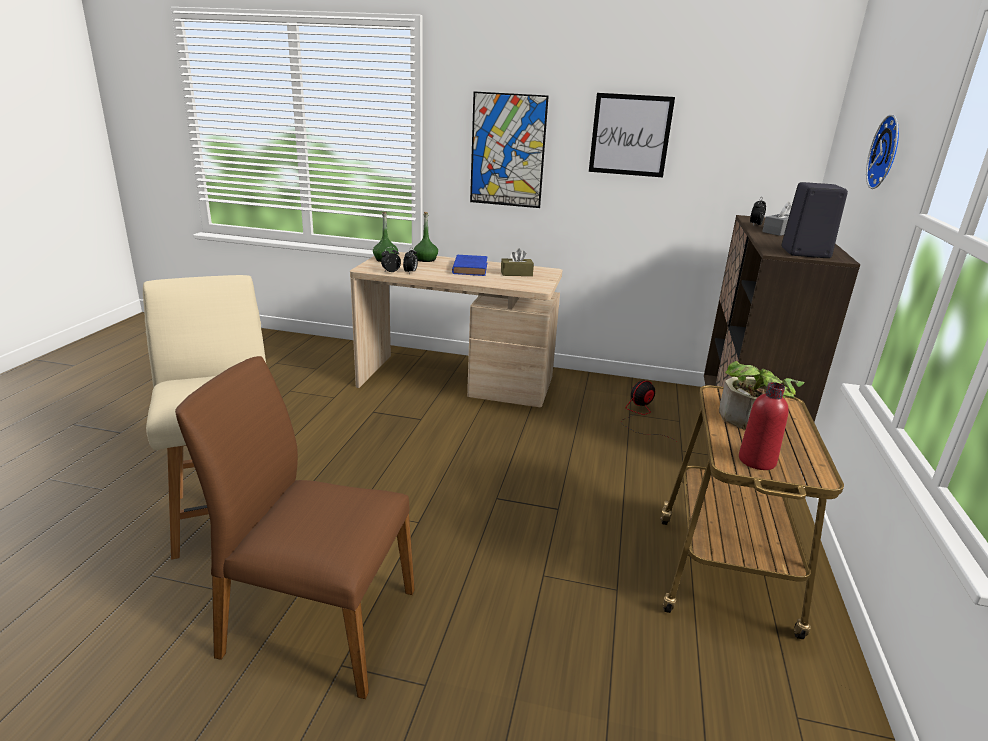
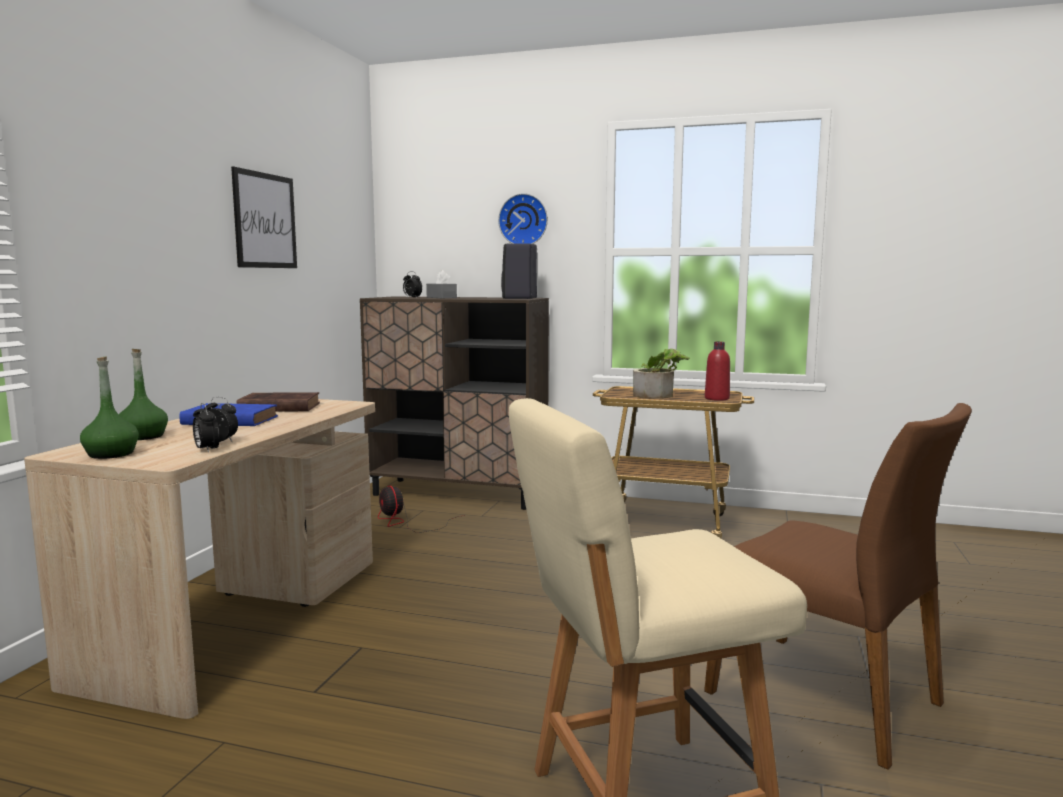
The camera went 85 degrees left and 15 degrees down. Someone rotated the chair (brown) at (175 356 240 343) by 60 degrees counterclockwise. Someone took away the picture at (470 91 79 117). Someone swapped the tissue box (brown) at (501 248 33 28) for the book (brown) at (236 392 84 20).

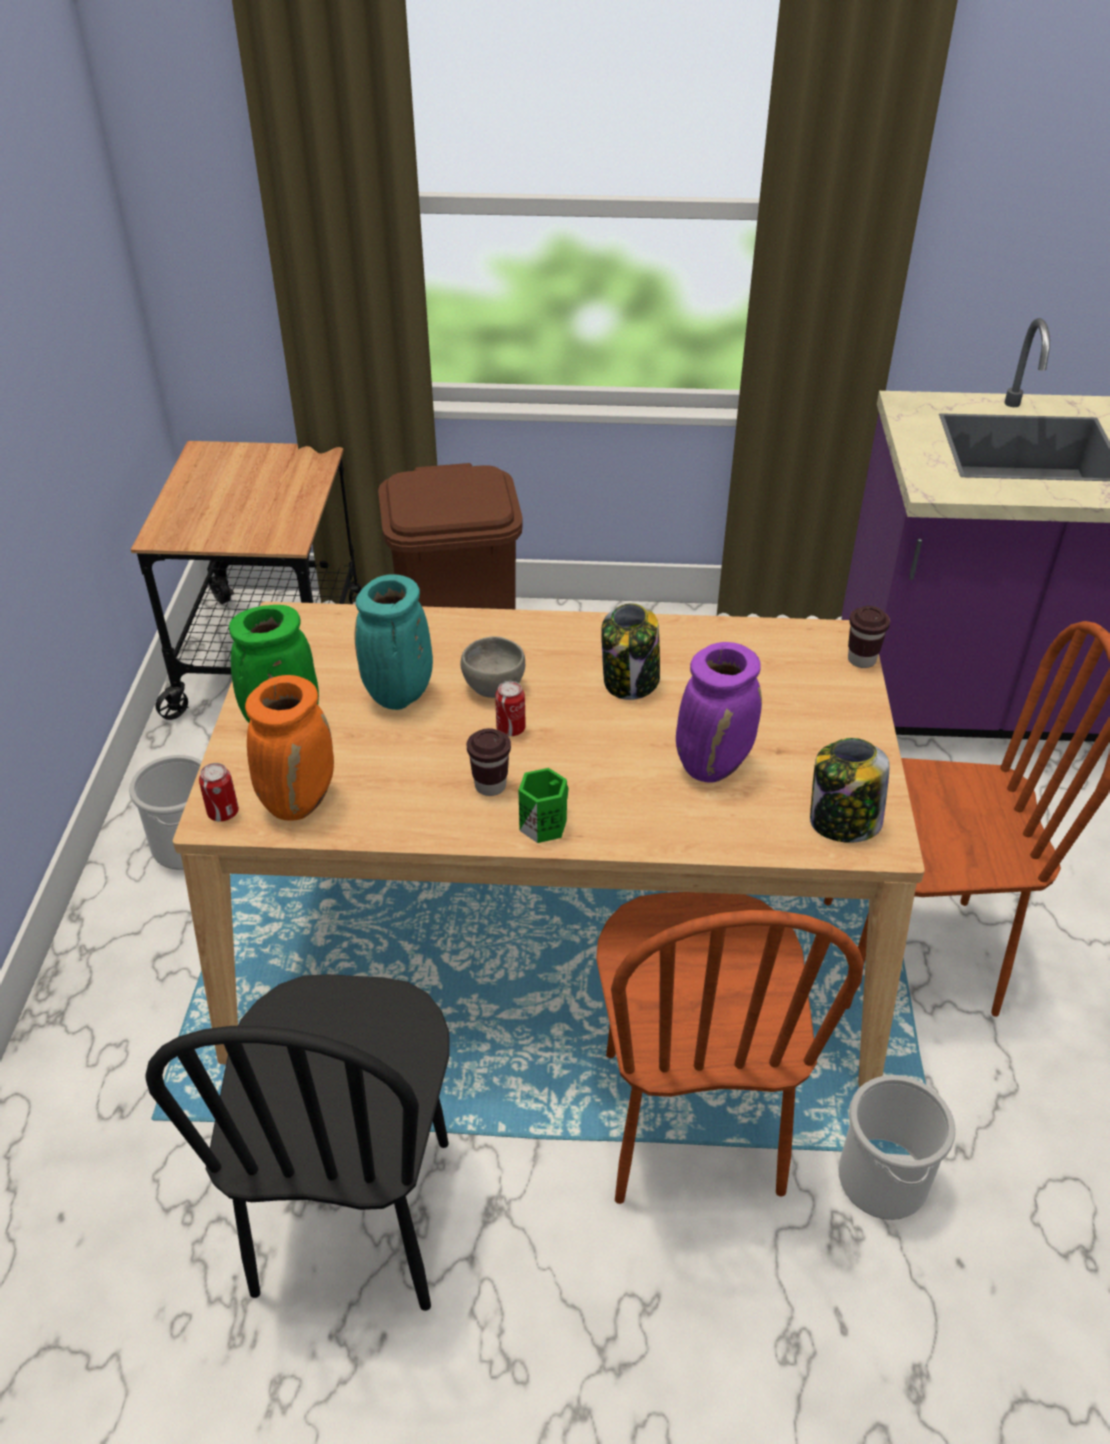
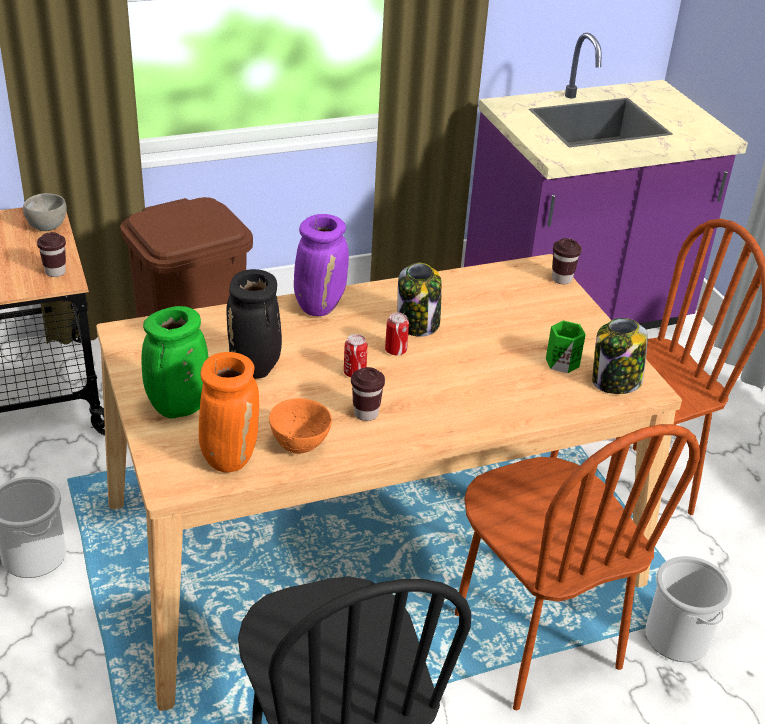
The camera went 25 degrees left and 5 degrees down. Someone carried the can from (199 763 40 59) to (385 313 24 42). Someone repainted the vase (turquoise) at (354 574 79 136), which became the vase (black) at (227 269 55 110). Someone carried the bowl (grey) from (460 636 65 62) to (23 193 44 38). Someone carried the mug (green) from (518 768 50 75) to (546 320 40 53). Someone carried the vase (purple) from (676 642 86 141) to (294 214 55 102). Someone put down the cup (brown) at (37 232 29 45). Someone put down the bowl (orange) at (269 398 63 56).

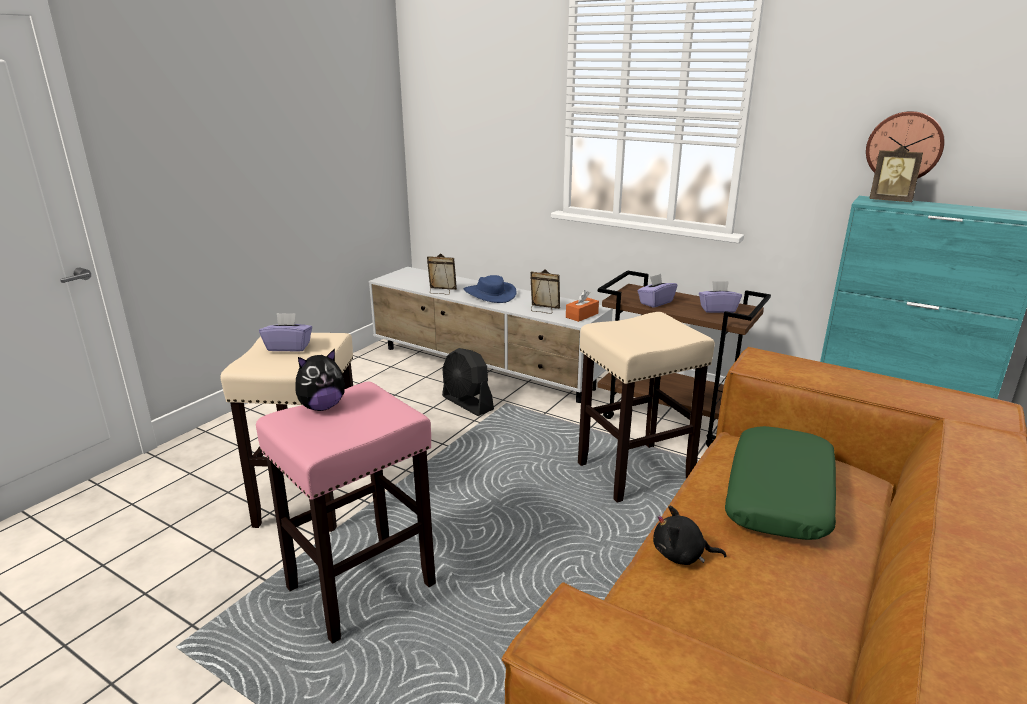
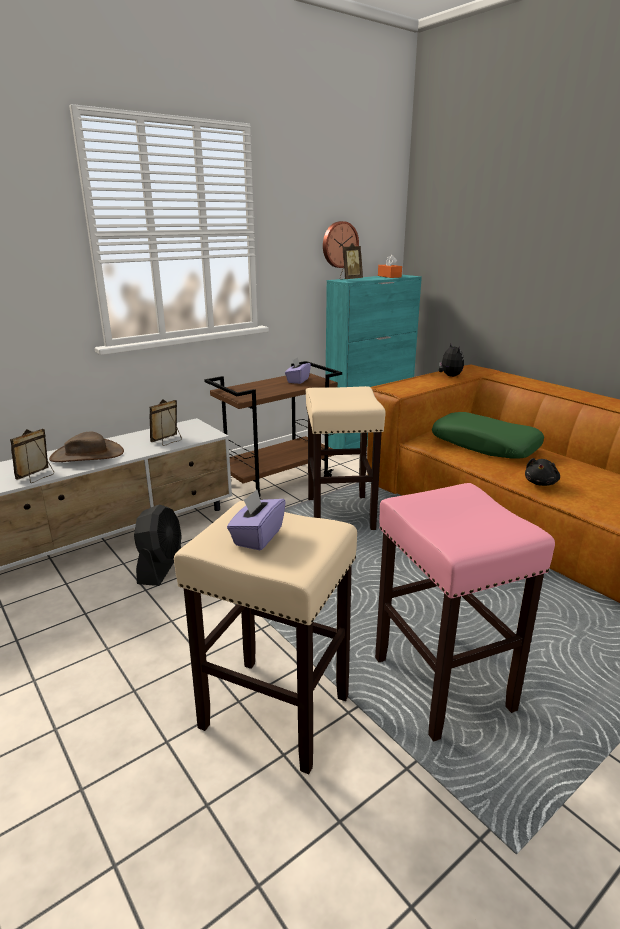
The camera went 70 degrees left and 0 degrees up. Someone carried the plush toy from (295 349 50 62) to (439 343 25 34). Someone rotated the fan (black) at (442 348 52 68) by 60 degrees counterclockwise. Someone repainted the hat (blue) at (464 275 53 28), which became the hat (brown) at (49 431 75 31). Someone carried the tissue box (orange) from (566 290 33 32) to (378 255 24 23). Someone took away the tissue box (purple) at (638 274 39 34).

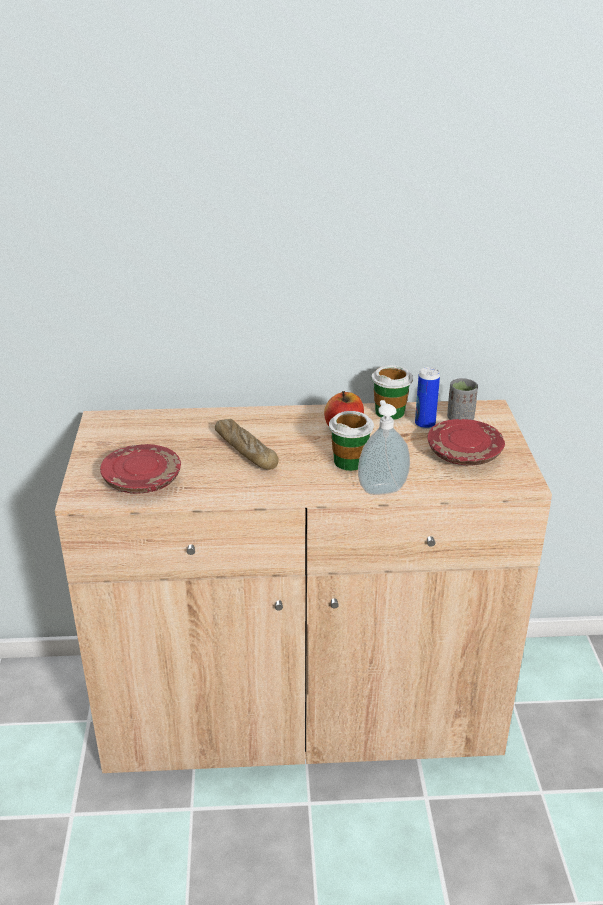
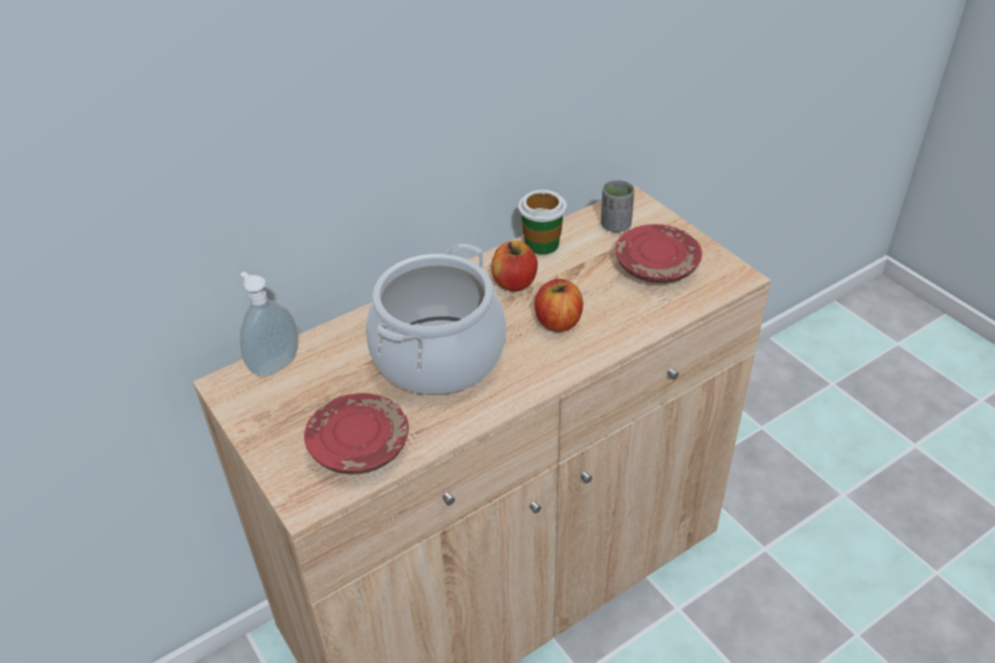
The camera went 30 degrees left and 10 degrees up. Someone swapped the bread at (215 419 64 51) for the cooking pot at (366 244 140 151). Someone swapped the cup at (329 411 45 60) for the apple at (534 279 49 53). Someone carried the soap dispenser from (358 400 52 95) to (240 272 58 105). Someone took away the can at (415 367 25 62).

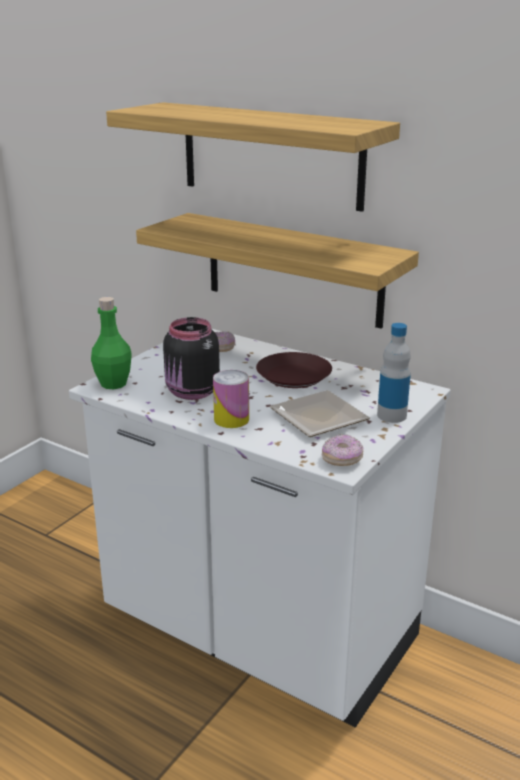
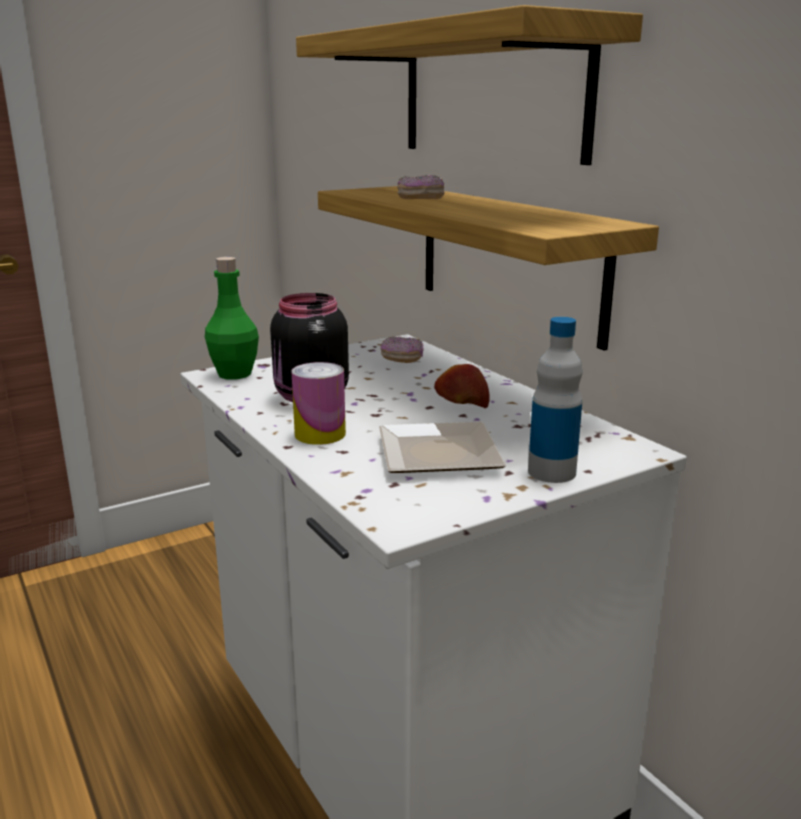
The camera went 25 degrees right and 5 degrees down. Someone swapped the plate (brown) at (256 352 76 36) for the apple at (434 364 56 44). Someone carried the donut from (322 434 42 32) to (397 175 48 24).

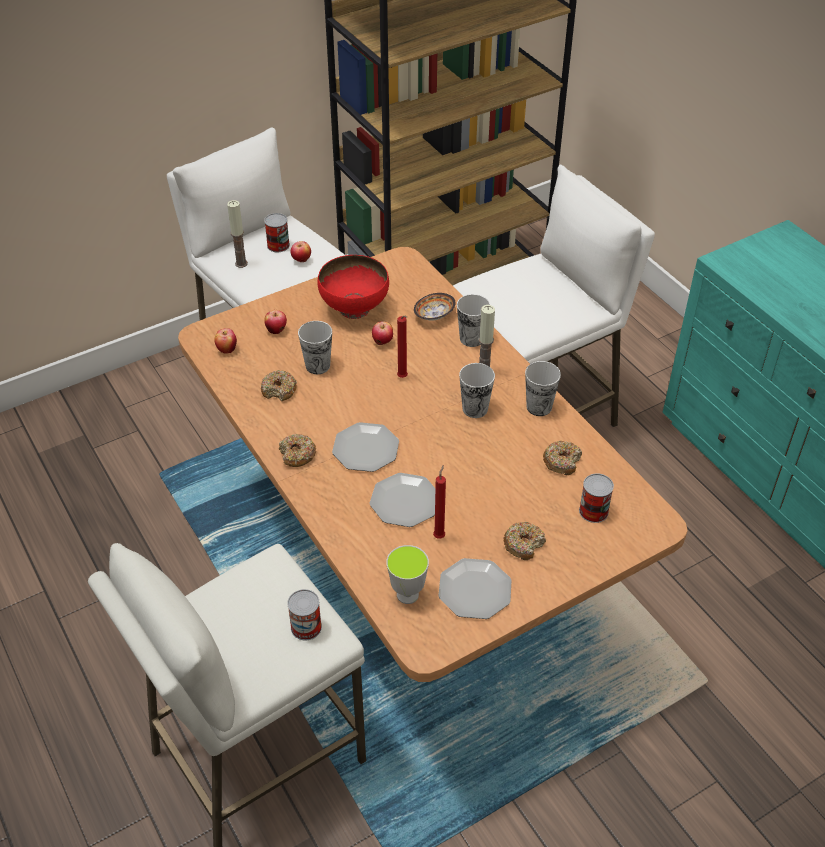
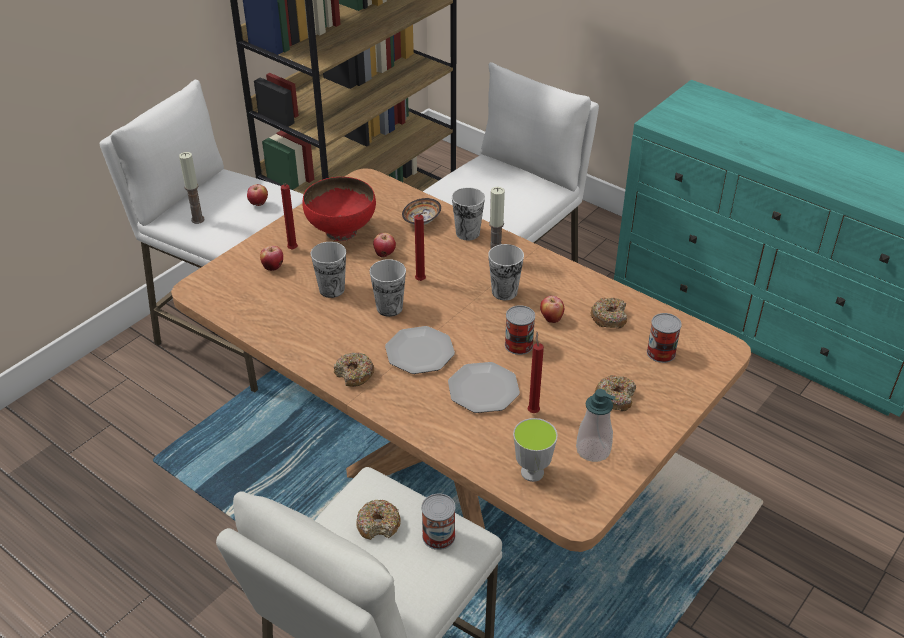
The camera went 20 degrees left and 5 degrees down. Someone carried the apple from (214 328 23 26) to (540 296 24 27). Someone carried the donut from (261 370 36 31) to (357 500 44 40). Someone carried the can from (264 213 26 39) to (505 305 30 50). Someone swapped the plate at (438 558 74 61) for the soap dispenser at (576 389 39 73). Someone carried the cup from (525 361 36 55) to (370 259 36 58). Someone put down the candle (red) at (281 183 17 67).

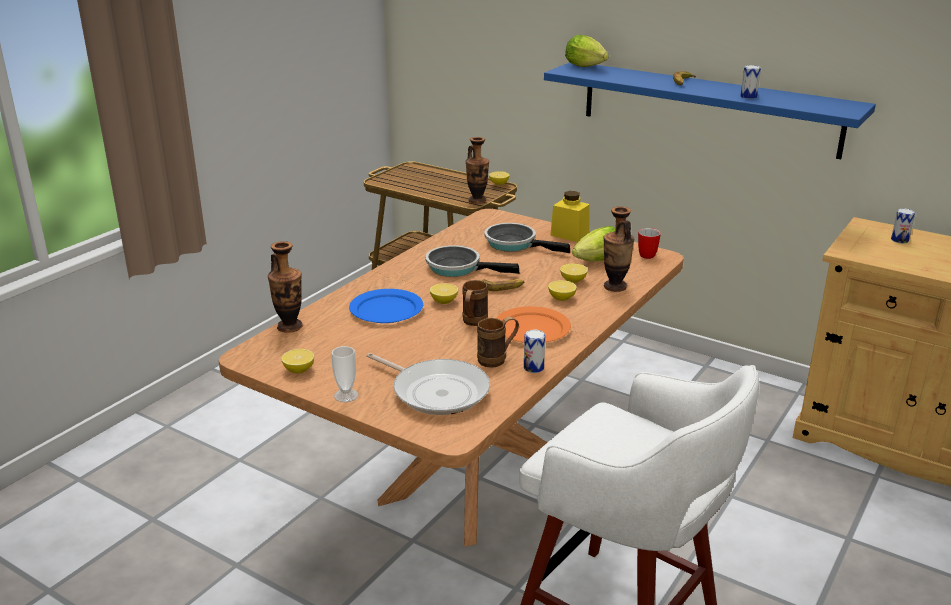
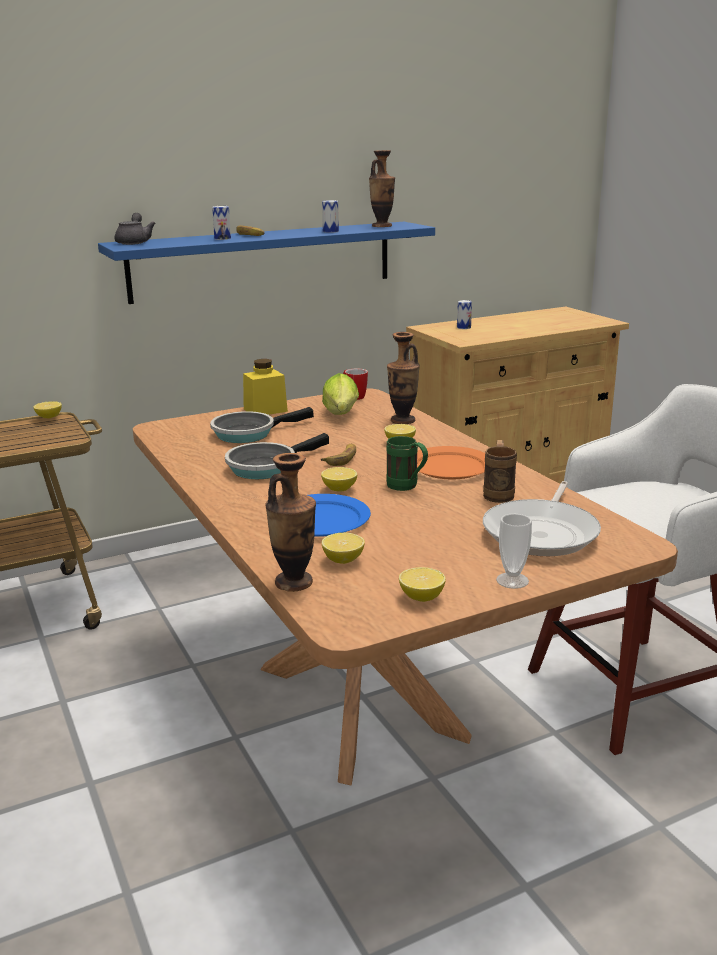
The camera went 60 degrees left and 5 degrees down. Someone rotated the frying pan at (366 353 124 62) by 135 degrees clockwise. Someone repainted the mug (brown) at (463 280 25 46), which became the mug (green) at (386 436 42 55). Someone carried the vase from (466 137 23 67) to (369 150 26 77). Someone carried the can from (524 330 21 43) to (212 206 19 34). Someone carried the lemon from (560 264 28 19) to (322 532 43 32). Someone swapped the lettuce at (565 35 44 32) for the teapot (grey) at (115 213 41 32).

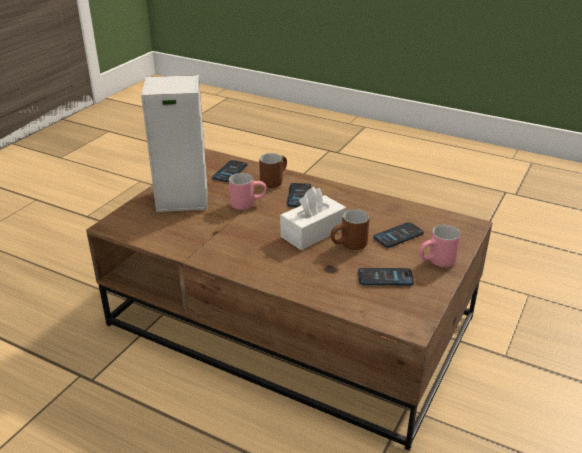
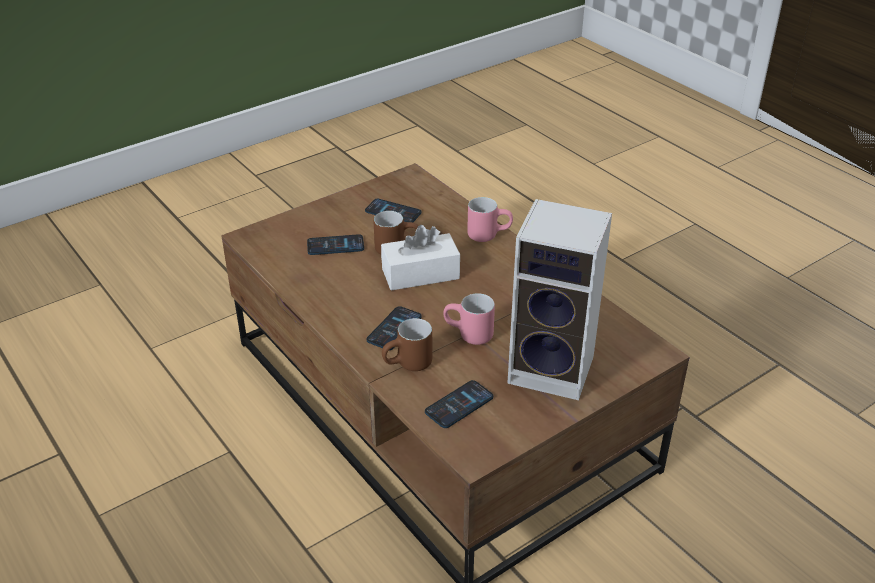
The camera went 155 degrees left and 5 degrees up. Someone carried the mug (pink) from (419 225 42 42) to (467 197 46 45).

